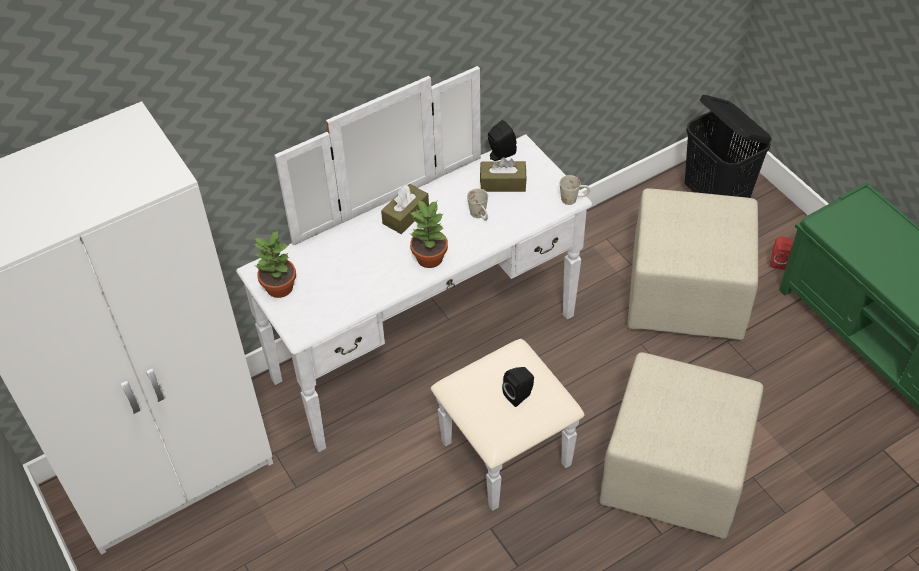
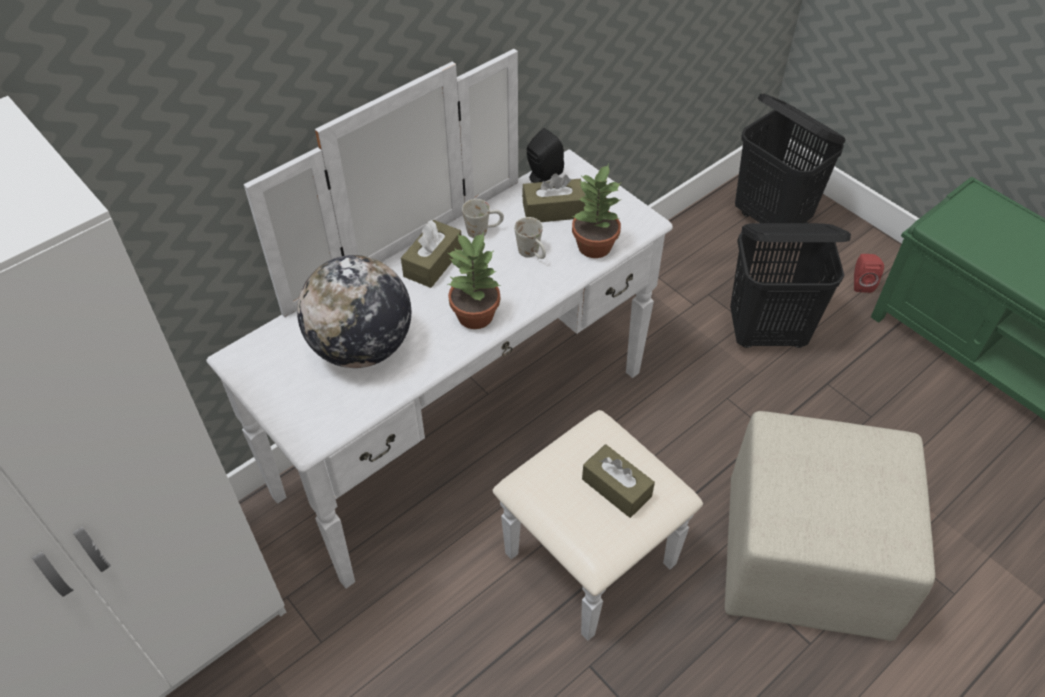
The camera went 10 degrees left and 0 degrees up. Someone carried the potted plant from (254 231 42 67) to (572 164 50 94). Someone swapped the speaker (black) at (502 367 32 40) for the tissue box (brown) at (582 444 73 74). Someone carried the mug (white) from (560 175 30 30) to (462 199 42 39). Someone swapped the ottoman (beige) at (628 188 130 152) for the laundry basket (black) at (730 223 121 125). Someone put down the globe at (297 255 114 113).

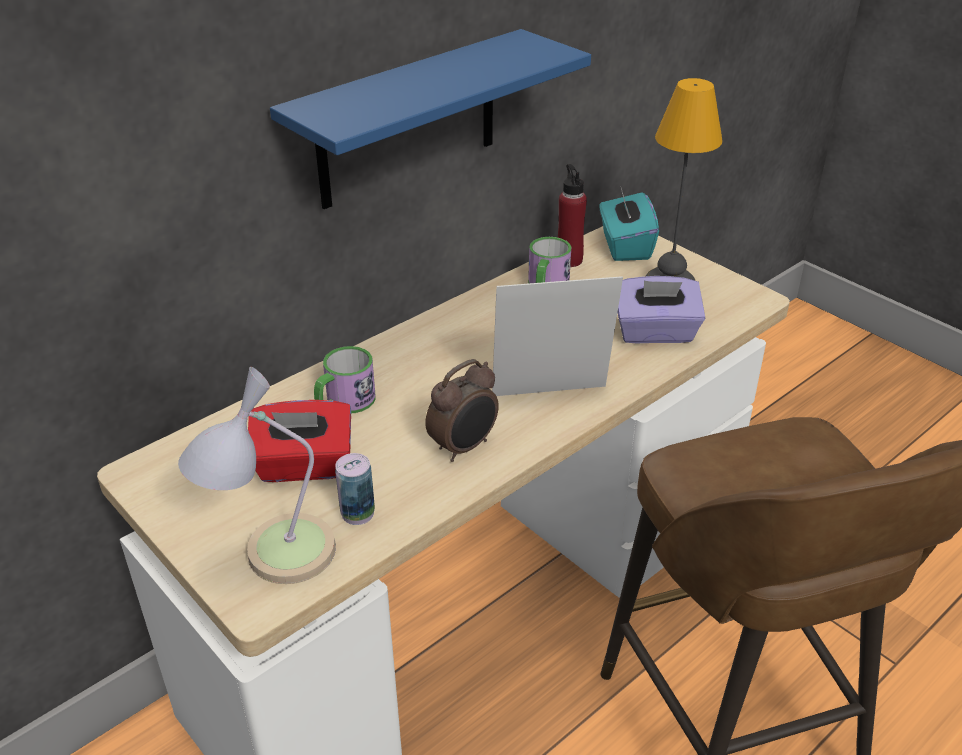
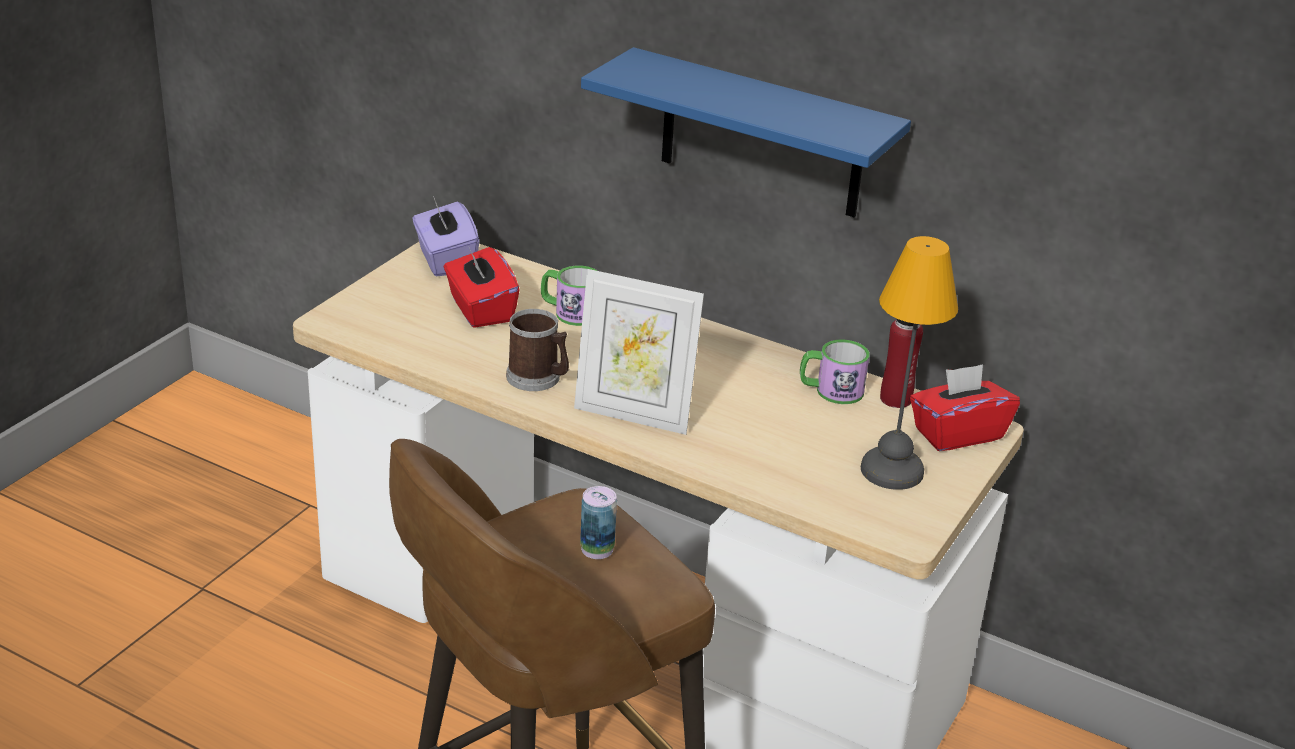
The camera went 70 degrees right and 5 degrees down. Someone took away the table lamp at (178 367 158 217). Someone carried the can from (335 453 40 72) to (580 486 37 73). Someone swapped the alarm clock at (425 359 74 103) for the mug at (506 309 63 82). Someone rotated the picture frame at (492 276 131 120) by 135 degrees clockwise. Someone repainted the tissue box (turquoise) at (599 188 60 73), which became the tissue box (red) at (910 364 110 87). Someone carried the tissue box (purple) from (618 276 88 67) to (413 196 66 80).

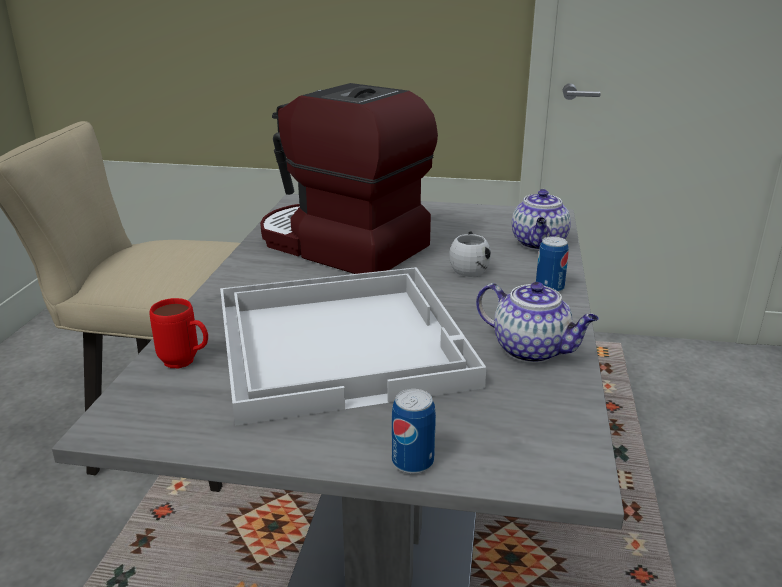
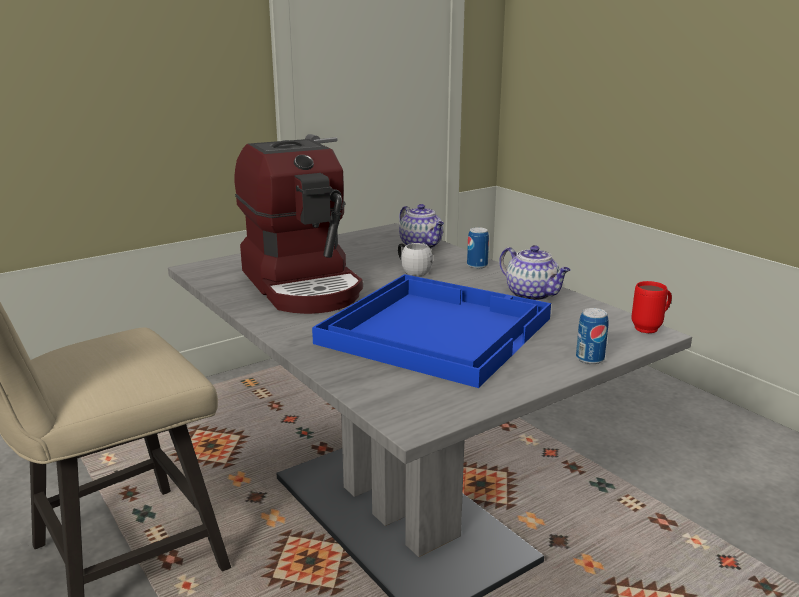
The camera went 45 degrees left and 5 degrees down. Someone carried the mug (red) from (150 298 58 70) to (631 281 41 52). Someone repainted the tray (white) at (220 267 266 159), which became the tray (blue) at (312 274 239 114). Someone rotated the coffee machine at (260 83 178 191) by 105 degrees counterclockwise. Someone rotated the teapot at (476 282 123 81) by 60 degrees clockwise.

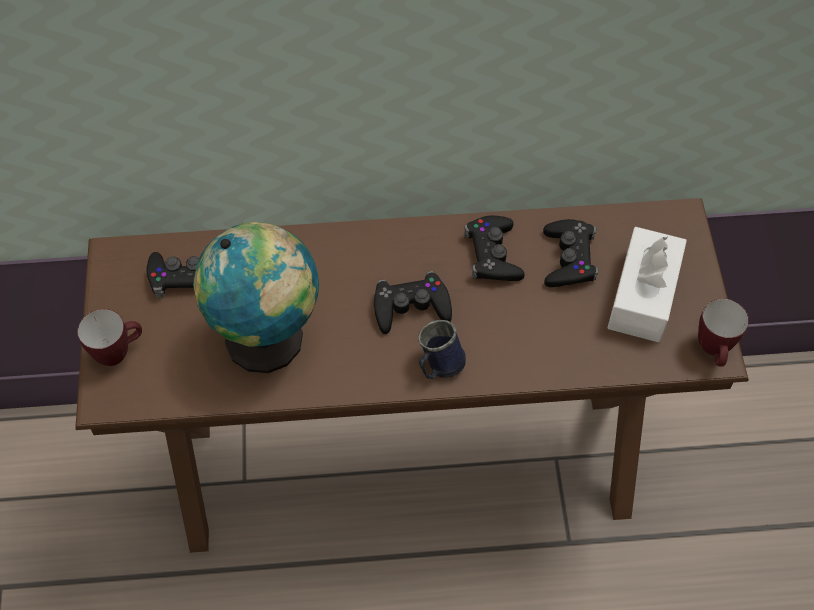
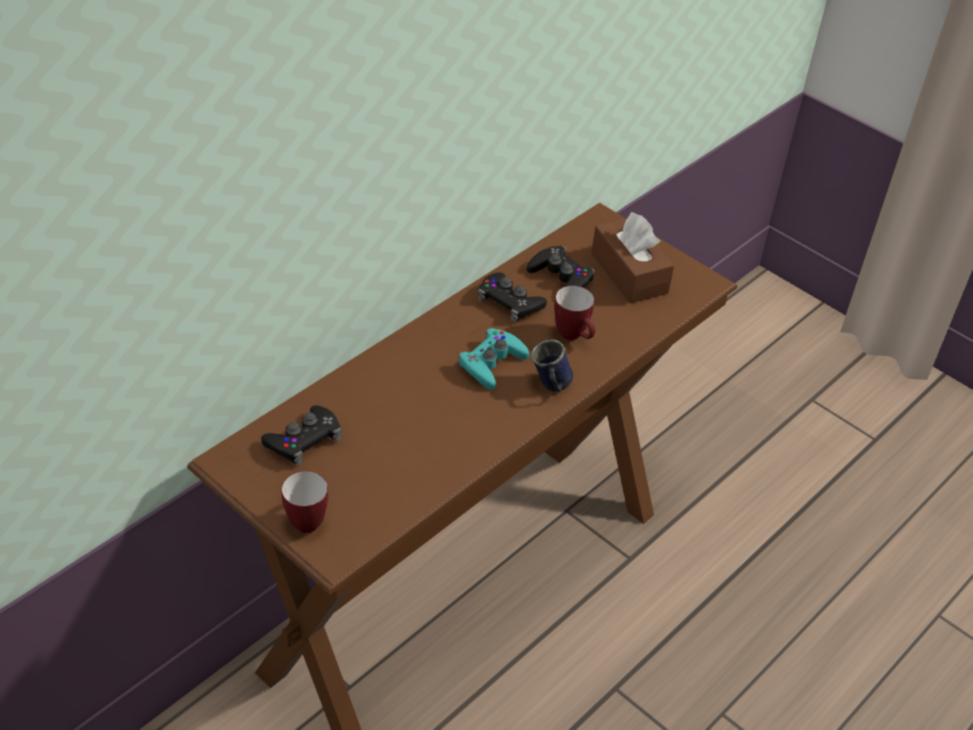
The camera went 45 degrees left and 15 degrees down. Someone took away the globe at (193 222 126 151). Someone repainted the game controller (black) at (374 271 78 63), which became the game controller (turquoise) at (458 328 71 62). Someone repainted the tissue box (white) at (607 227 80 115), which became the tissue box (brown) at (591 212 83 92). Someone carried the mug from (698 299 51 68) to (554 286 41 54).

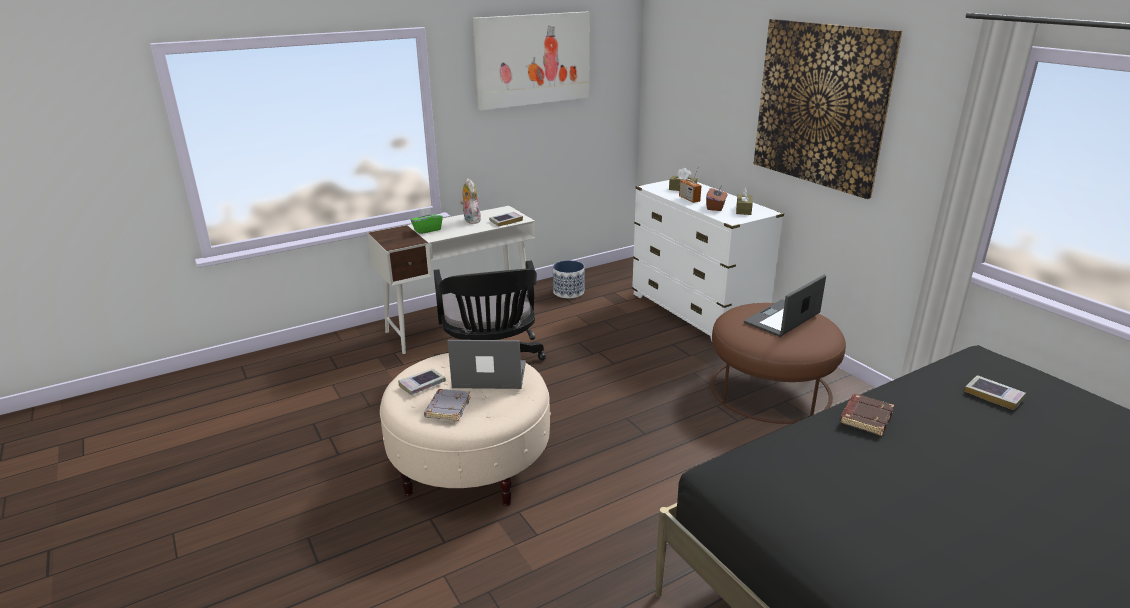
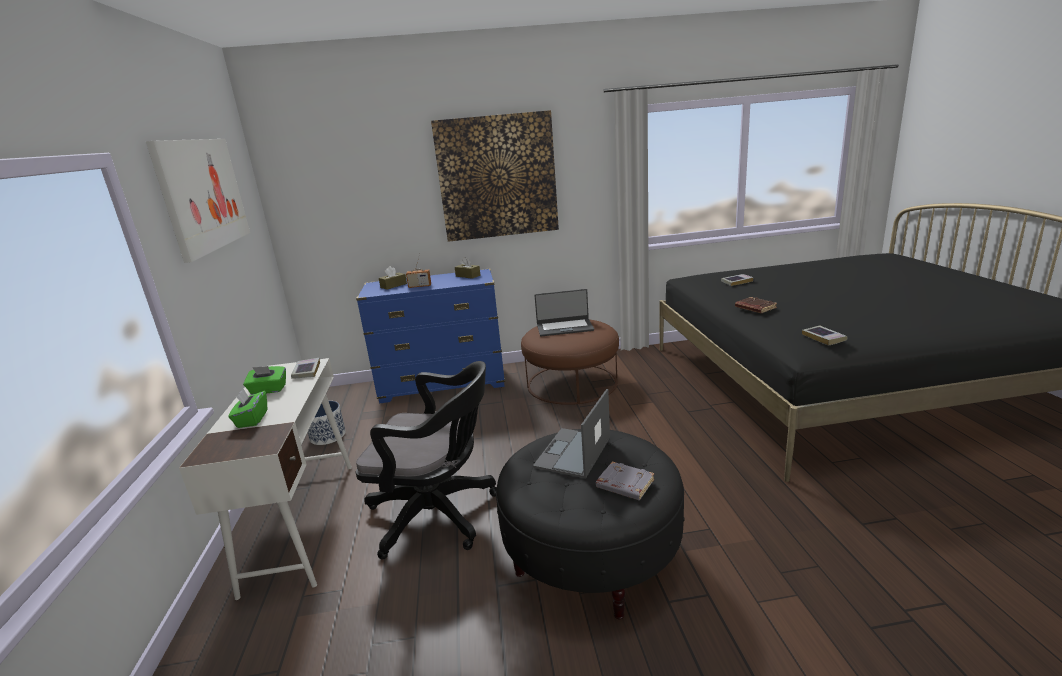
The camera went 65 degrees left and 5 degrees down. Someone repainted the ottoman (beige) at (380 353 171 153), which became the ottoman (black) at (496 429 189 190). Someone carried the book from (398 369 48 26) to (802 326 46 20). Someone swapped the plush toy at (460 178 21 46) for the tissue box (green) at (243 366 43 29). Someone repainted the dresser (white) at (632 180 152 161), which became the dresser (blue) at (356 268 149 135). Someone took away the tissue box (brown) at (706 187 22 24). Someone rotated the laptop at (744 275 82 62) by 75 degrees counterclockwise.

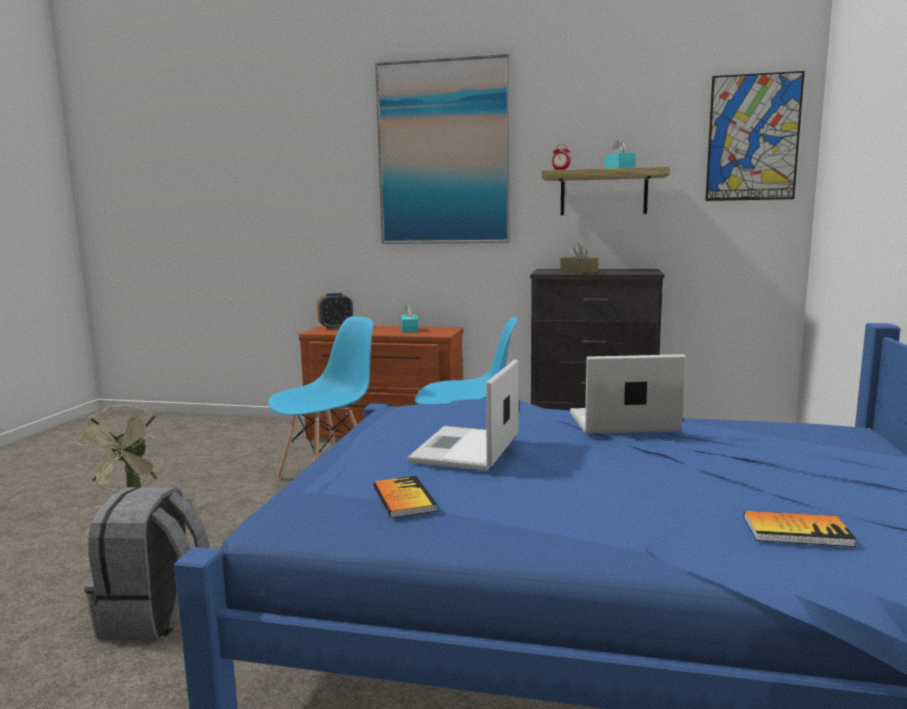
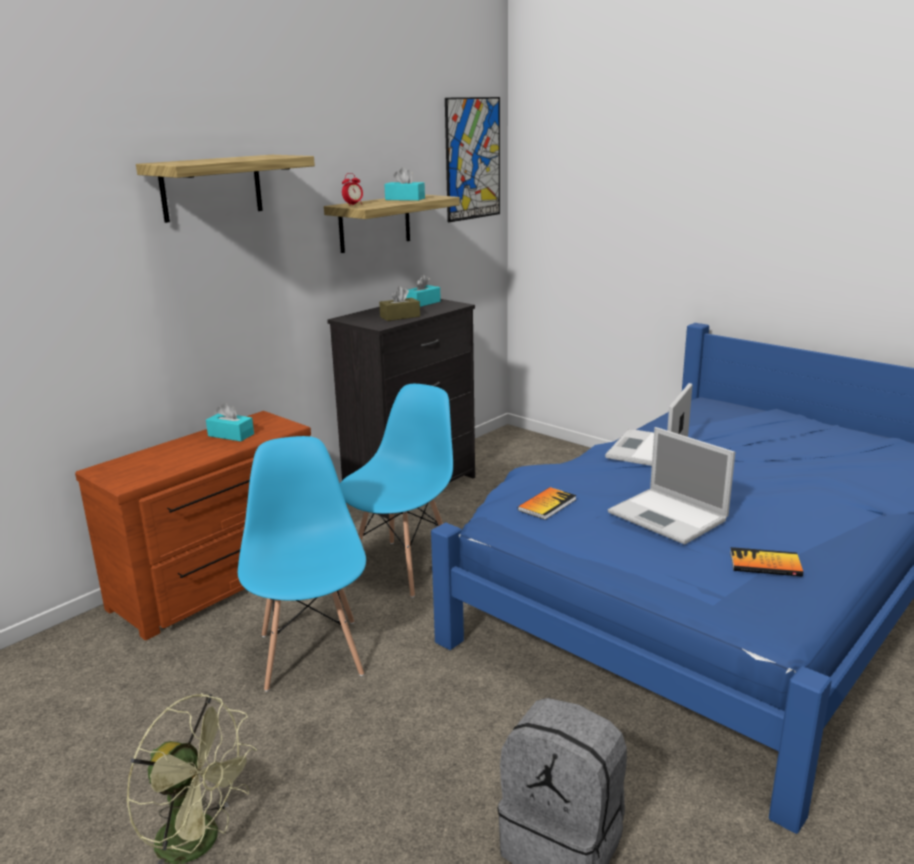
The camera went 60 degrees left and 10 degrees up. Someone took away the alarm clock at (317 293 36 36). Someone swapped the picture at (375 53 135 191) for the shelf at (136 155 179 68). Someone carried the book from (744 511 113 36) to (518 487 58 33). Someone put down the tissue box (turquoise) at (406 275 35 32).

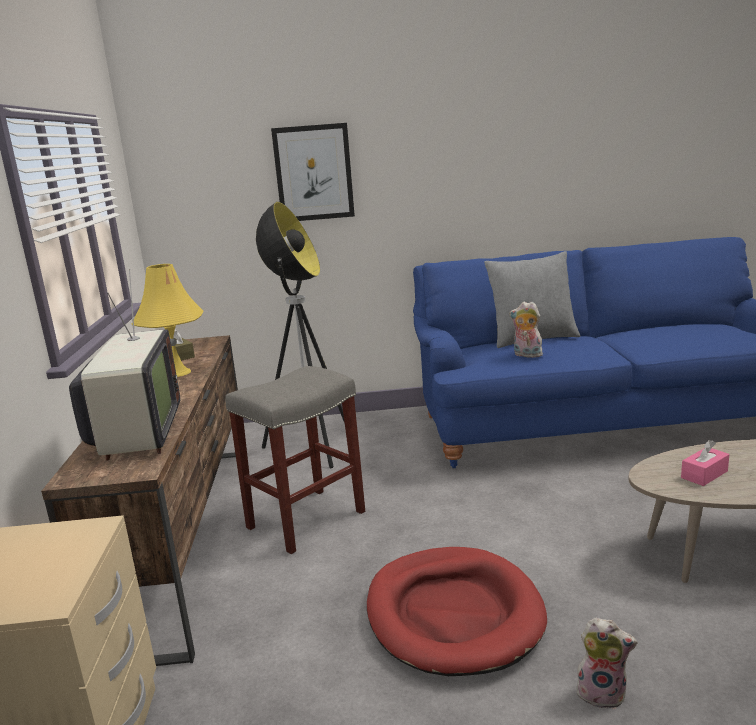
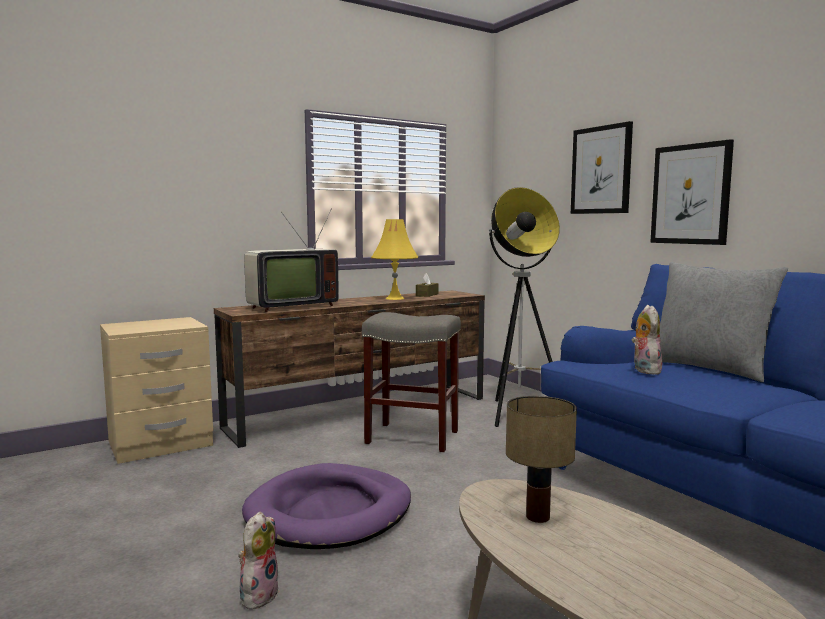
The camera went 60 degrees right and 10 degrees down. Someone repainted the dog bed (red) at (367 547 180 129), which became the dog bed (purple) at (242 463 169 86). Someone rotated the plush toy at (575 618 63 91) by 150 degrees counterclockwise. Someone swapped the tissue box (pink) at (681 440 48 46) for the table lamp at (506 396 71 127). Someone put up the picture at (650 139 84 106).

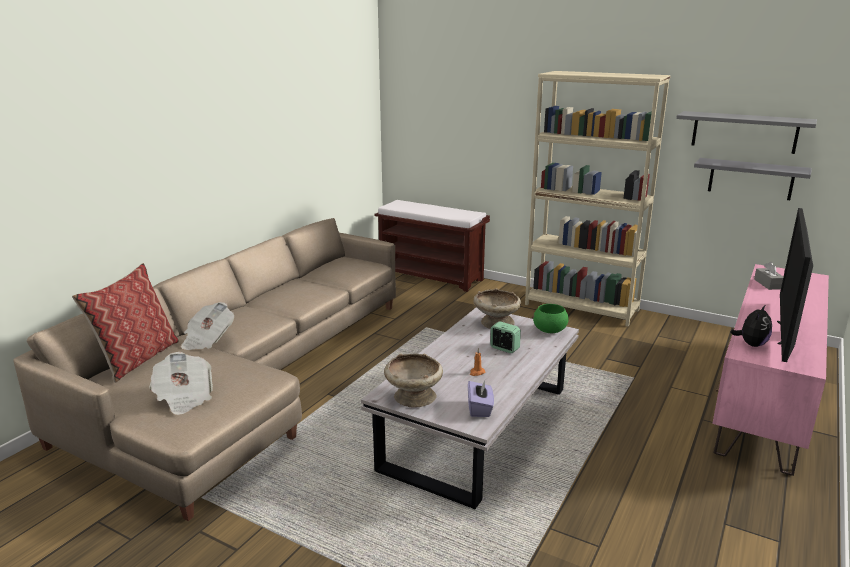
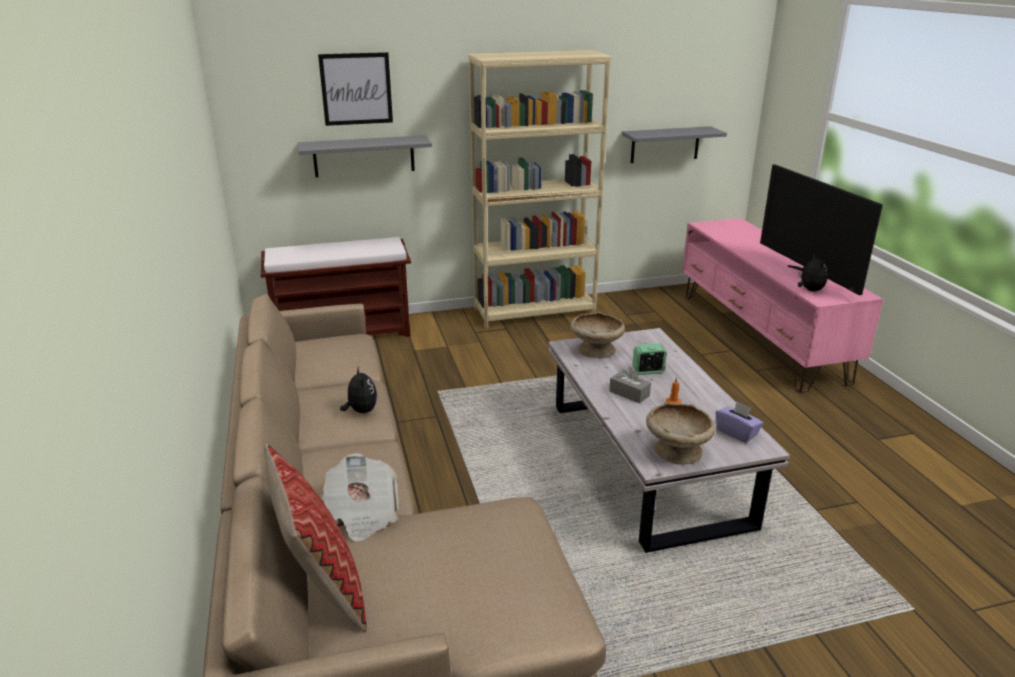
The camera went 45 degrees left and 5 degrees up. Someone took away the newspaper at (149 352 64 63). Someone took away the bowl (green) at (533 304 36 29). Someone carried the shelf (grey) from (676 111 141 43) to (298 135 134 42). Someone carried the tissue box (grey) from (754 262 30 28) to (609 367 42 37). Someone put up the picture at (318 52 75 74). Someone put down the plush toy at (340 366 37 47).

